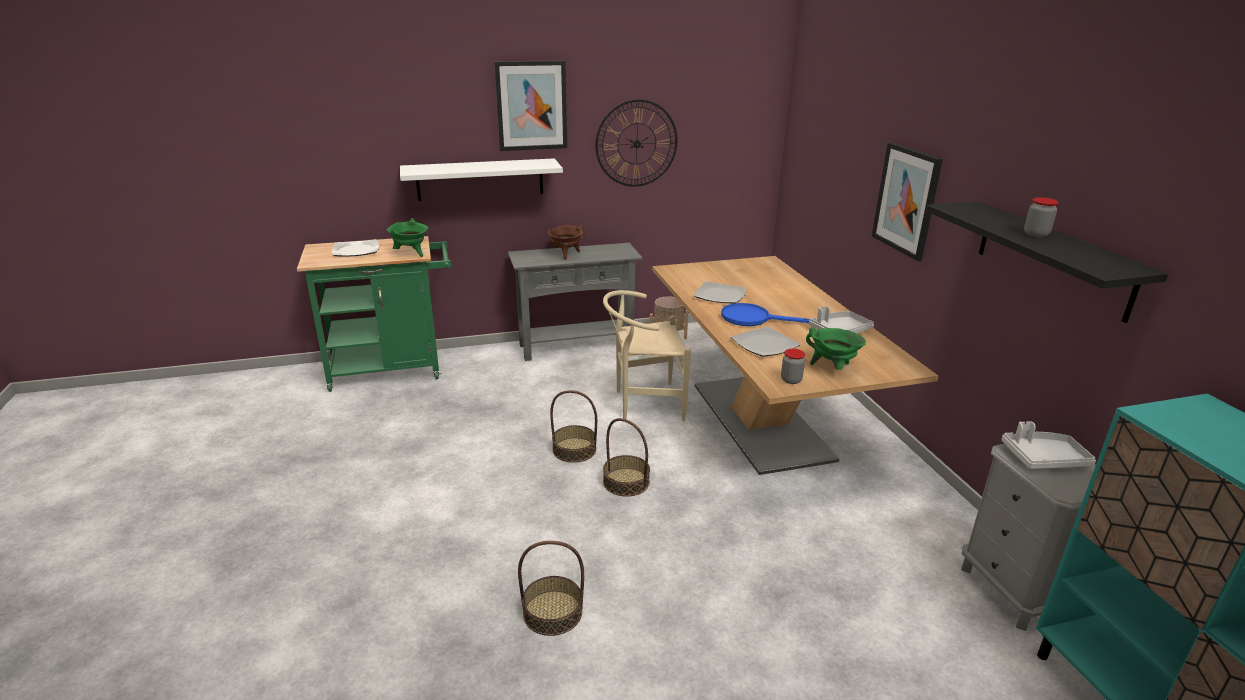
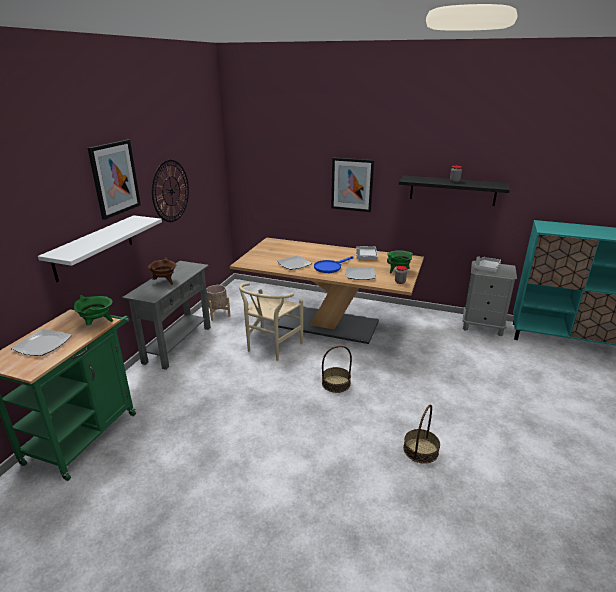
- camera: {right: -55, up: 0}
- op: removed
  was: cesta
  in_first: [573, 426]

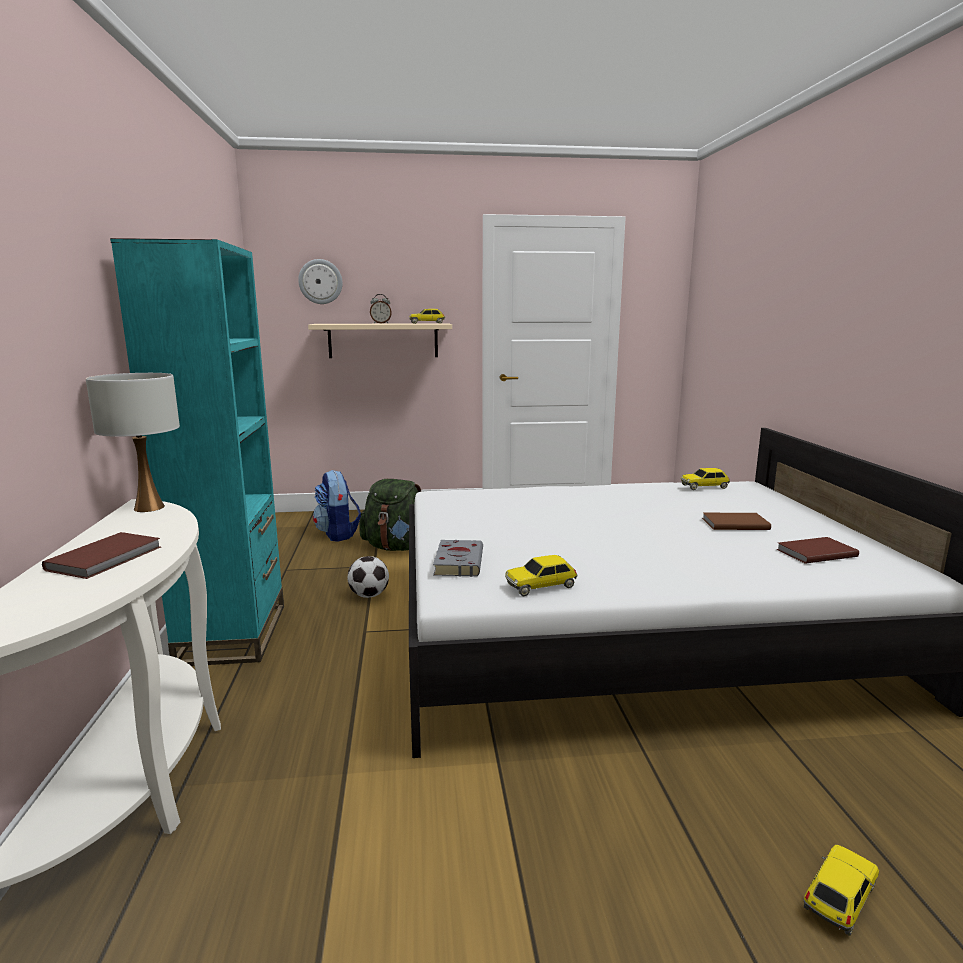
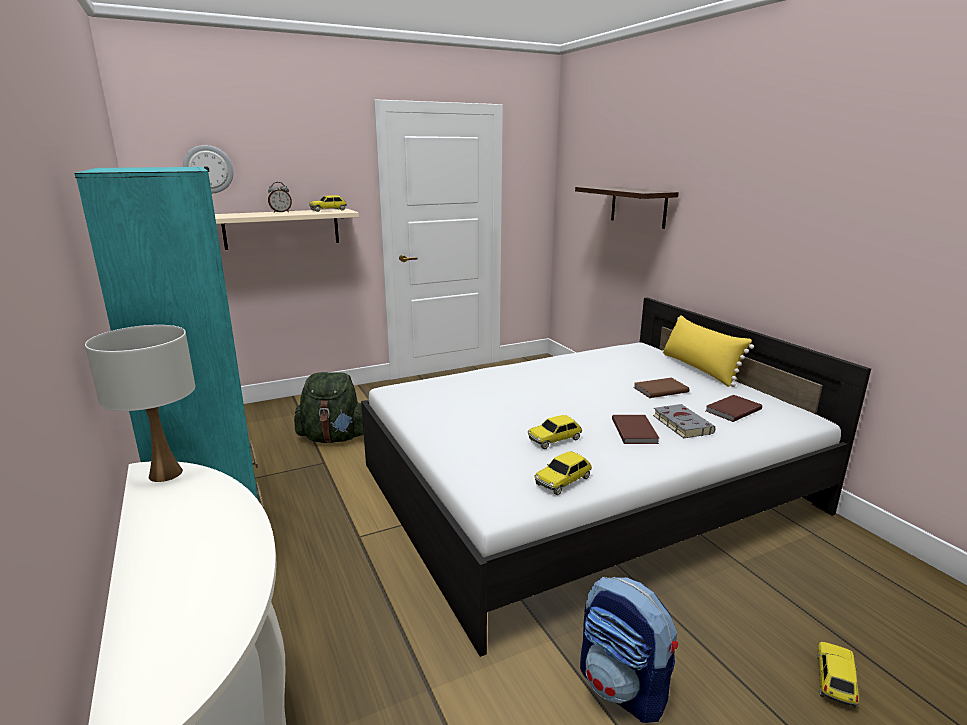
- camera: {right: -20, up: 5}
- op: moved
  was: coche de juguete
  in_first: [705, 479]
  in_second: [555, 432]
- op: moved
  was: mochila
  in_first: [337, 506]
  in_second: [629, 650]
- op: moved
  was: libro [marrón]
  in_first: [101, 555]
  in_second: [636, 429]
- op: moved
  was: libro [gris]
  in_first: [458, 558]
  in_second: [684, 421]
- op: removed
  was: balón de fútbol
  in_first: [368, 577]
- op: added
  now: estante
  in_second: [627, 207]
- op: added
  now: cojín [amarillo]
  in_second: [708, 351]

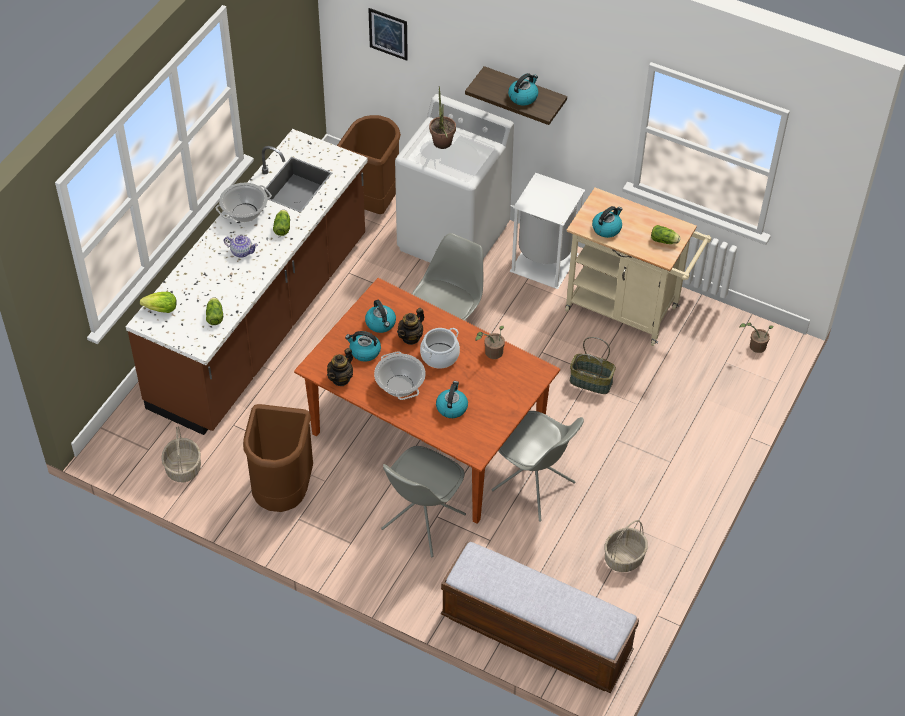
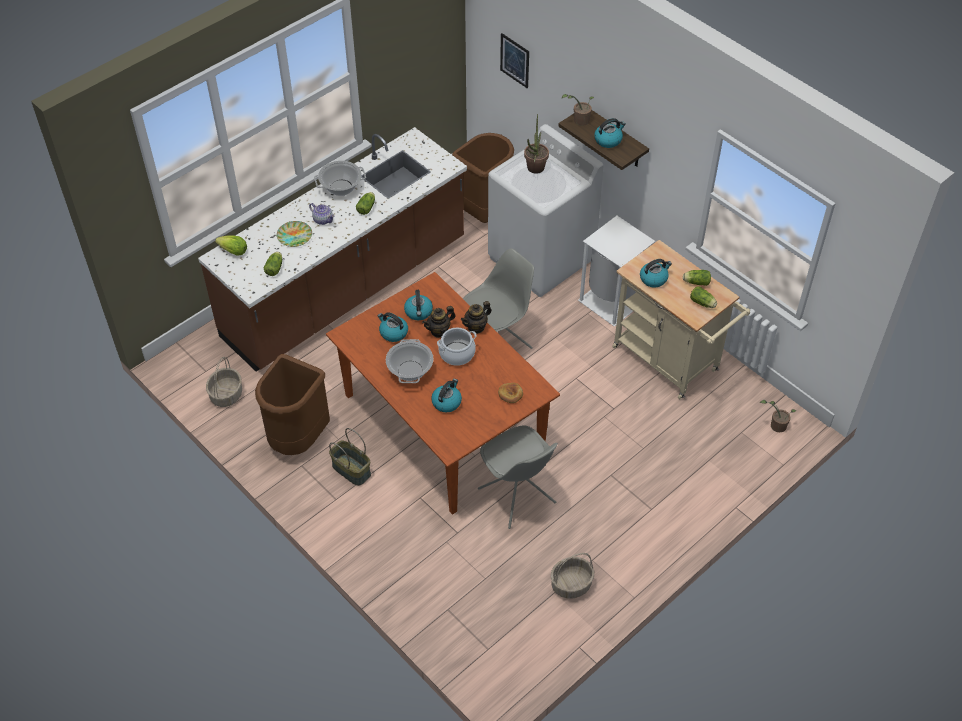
- camera: {right: 20, up: 0}
- op: moved
  was: planta en maceta
  in_first: [490, 342]
  in_second: [578, 110]
- op: moved
  was: cesta
  in_first: [593, 365]
  in_second: [350, 457]
- op: moved
  was: tetera
  in_first: [340, 367]
  in_second: [476, 317]
- op: removed
  was: silla [gris]
  in_first: [423, 501]
- op: removed
  was: banco
  in_first: [540, 617]
- op: added
  now: plato
  in_second: [294, 234]
- op: added
  now: lechuga
  in_second: [697, 278]
- op: added
  now: pan
  in_second: [510, 393]

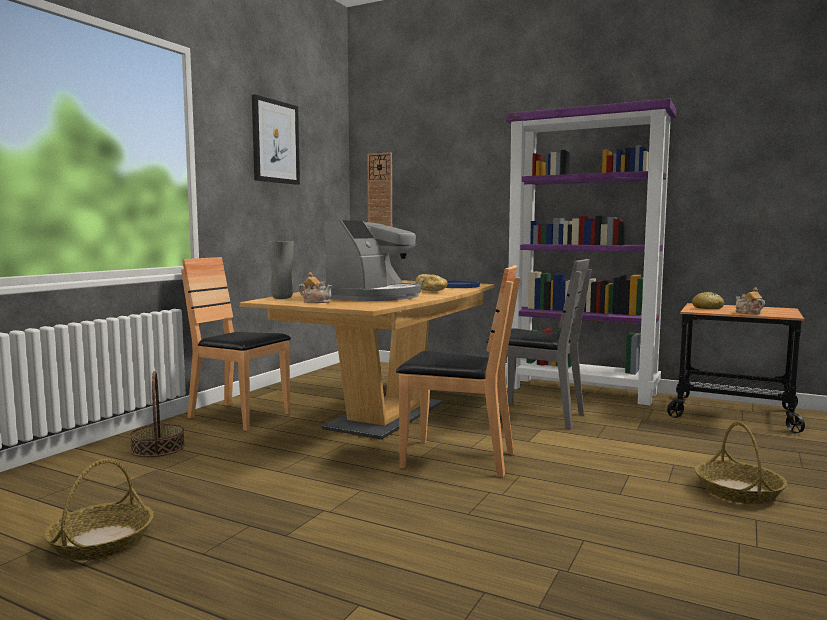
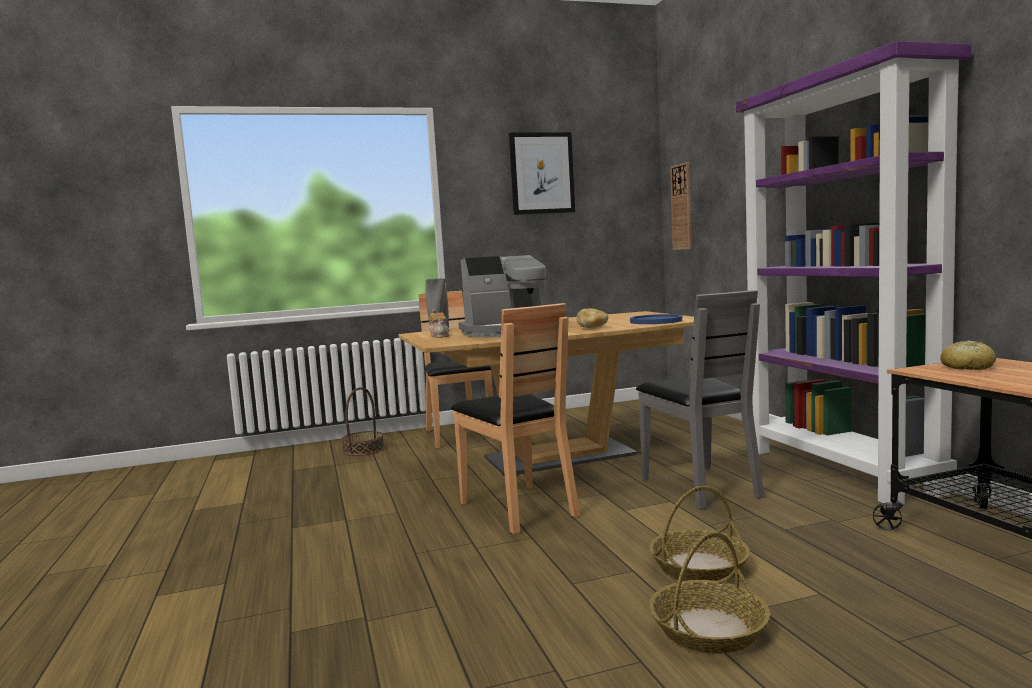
- camera: {right: 45, up: 0}
- op: removed
  was: tetera
  in_first: [750, 301]
- op: moved
  was: cesta
  in_first: [99, 509]
  in_second: [699, 533]

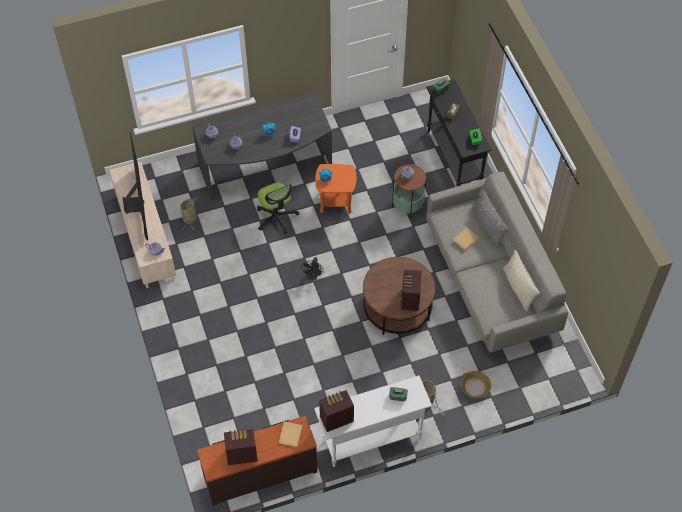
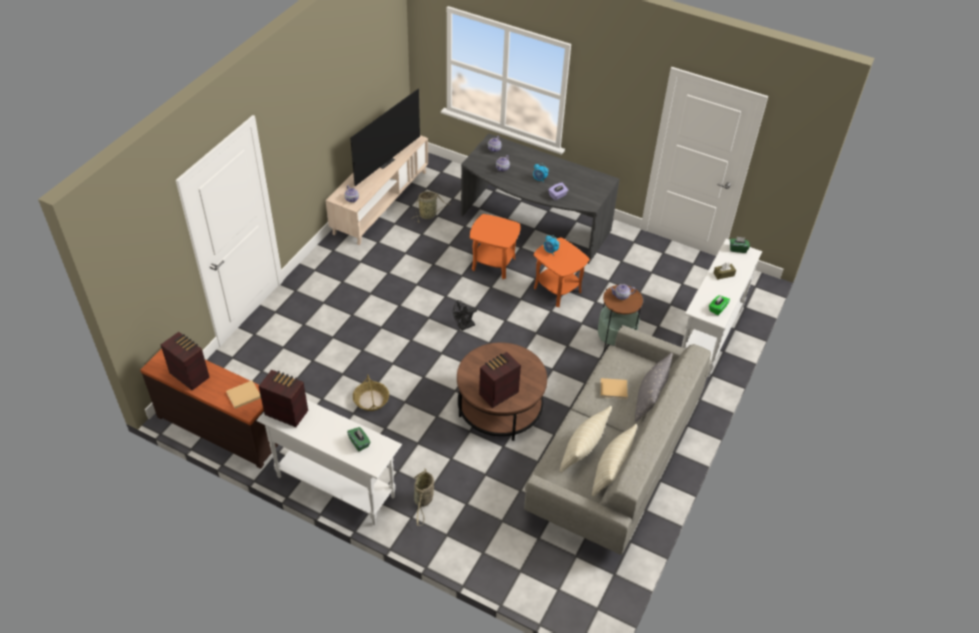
- camera: {right: 45, up: -10}
- op: recoloured
  was: mesa consola [negro]
  now: mesa consola [blanco]
  in_first: [458, 132]
  in_second: [722, 308]
- op: replaced
  was: silla de oficina
  now: mesa auxiliar [naranja]
  in_first: [278, 208]
  in_second: [495, 246]
- op: moved
  was: cesta
  in_first: [476, 384]
  in_second: [371, 392]
- op: added
  now: cojín [beis]
  in_second: [586, 439]

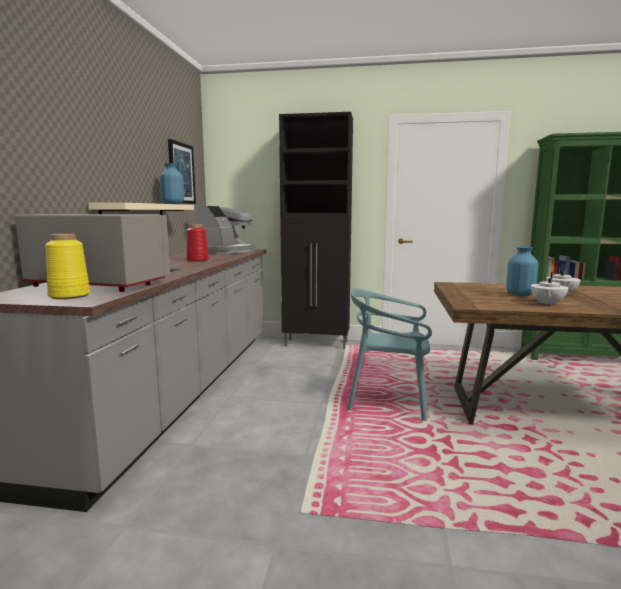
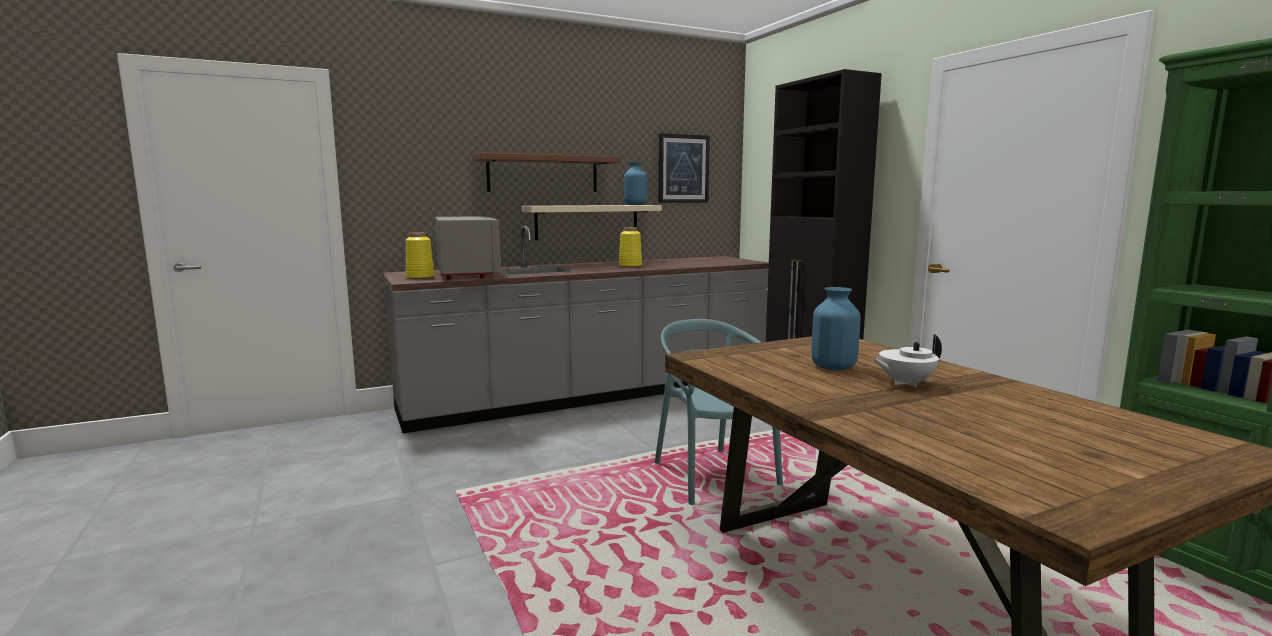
- camera: {right: 55, up: 0}
- op: removed
  was: cafetera
  in_first: [225, 230]
- op: recoloured
  was: florero [rojo]
  now: florero [amarillo]
  in_first: [197, 243]
  in_second: [630, 247]
- op: removed
  was: tetera [blanco]
  in_first: [549, 289]
- op: added
  now: estante [marrón]
  in_second: [546, 172]

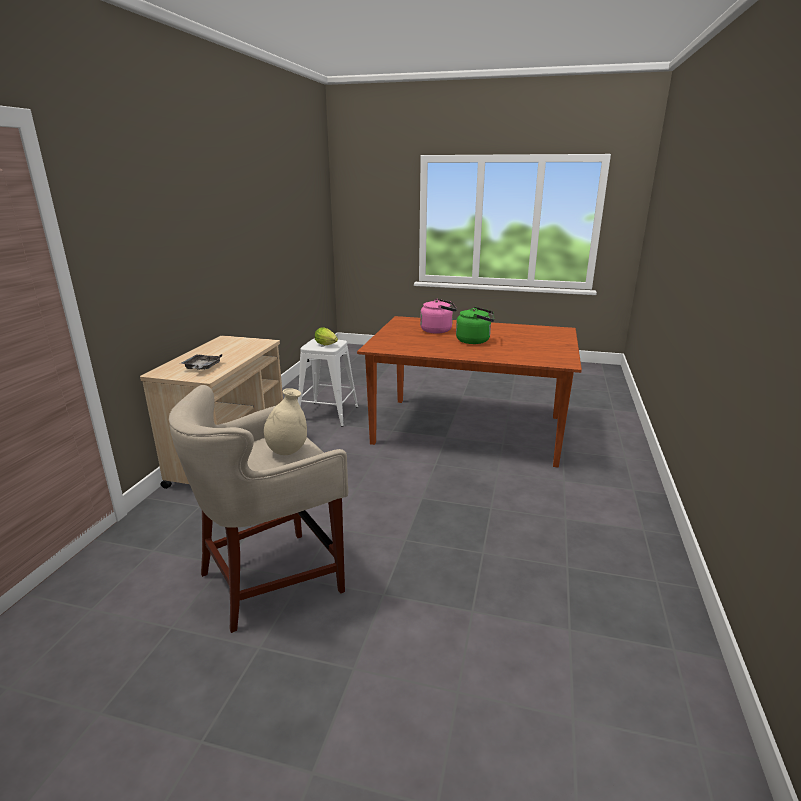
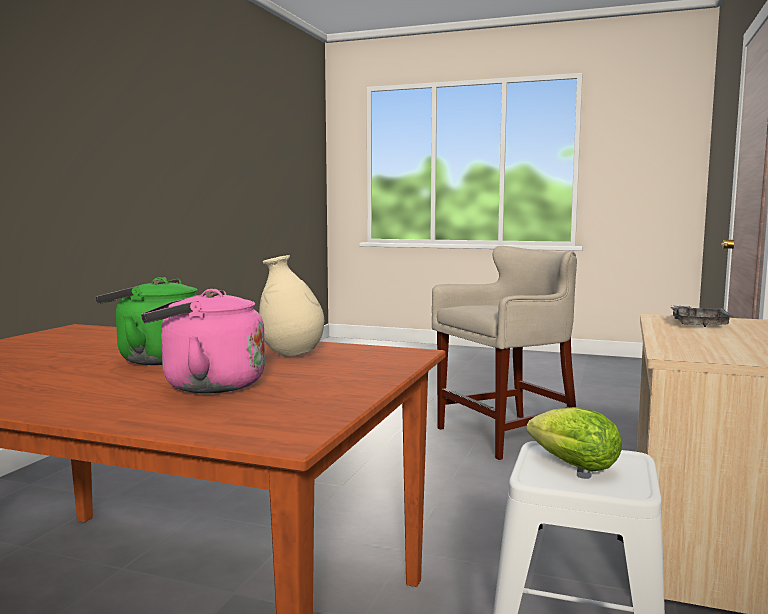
- camera: {right: -175, up: -15}
- op: moved
  was: florero [beis]
  in_first: [285, 421]
  in_second: [291, 306]

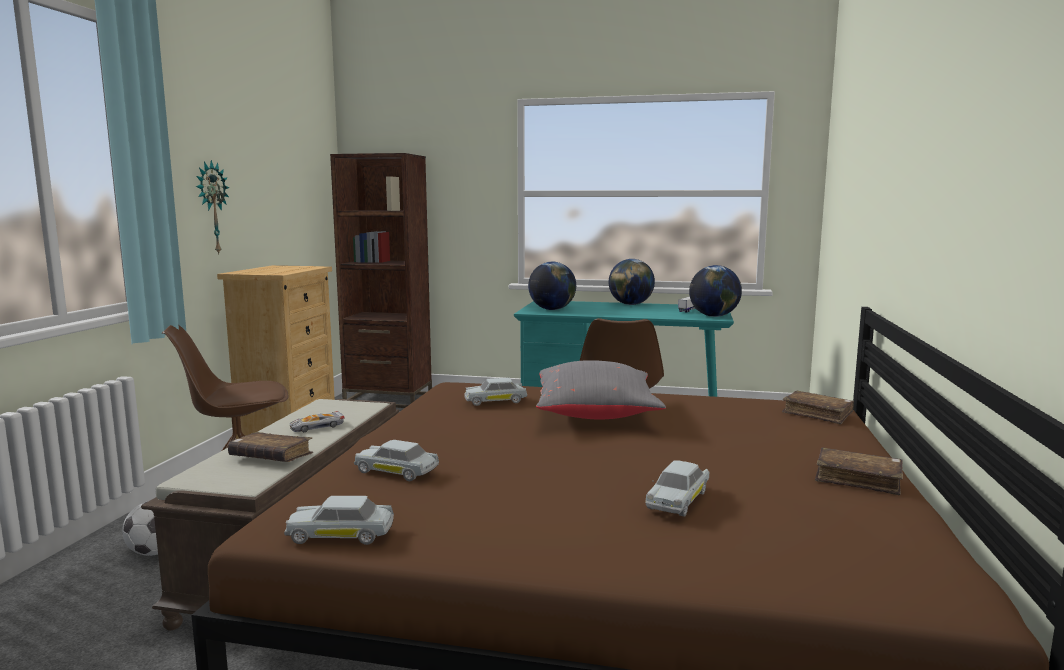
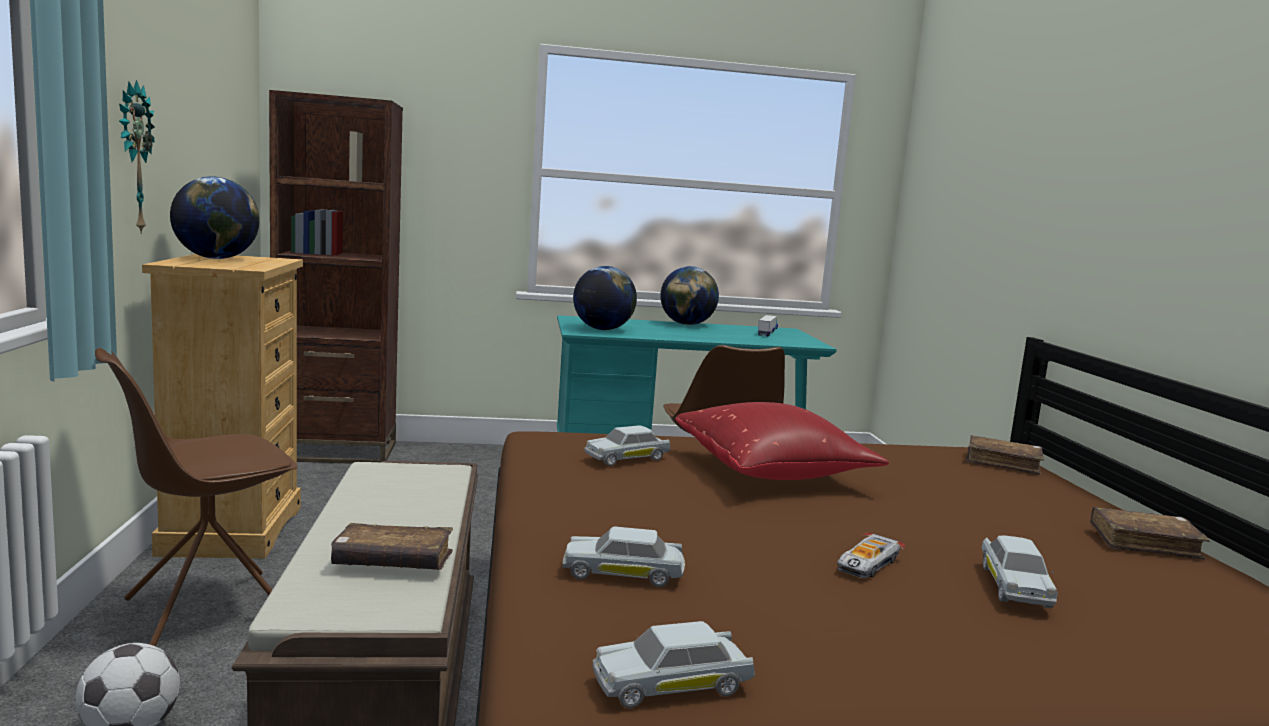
- camera: {right: -20, up: 0}
- op: moved
  was: globo terráqueo
  in_first: [715, 291]
  in_second: [215, 217]
- op: recoloured
  was: cojín [gris]
  now: cojín [rojo]
  in_first: [601, 389]
  in_second: [782, 441]
- op: moved
  was: coche de juguete
  in_first: [317, 422]
  in_second: [871, 555]

